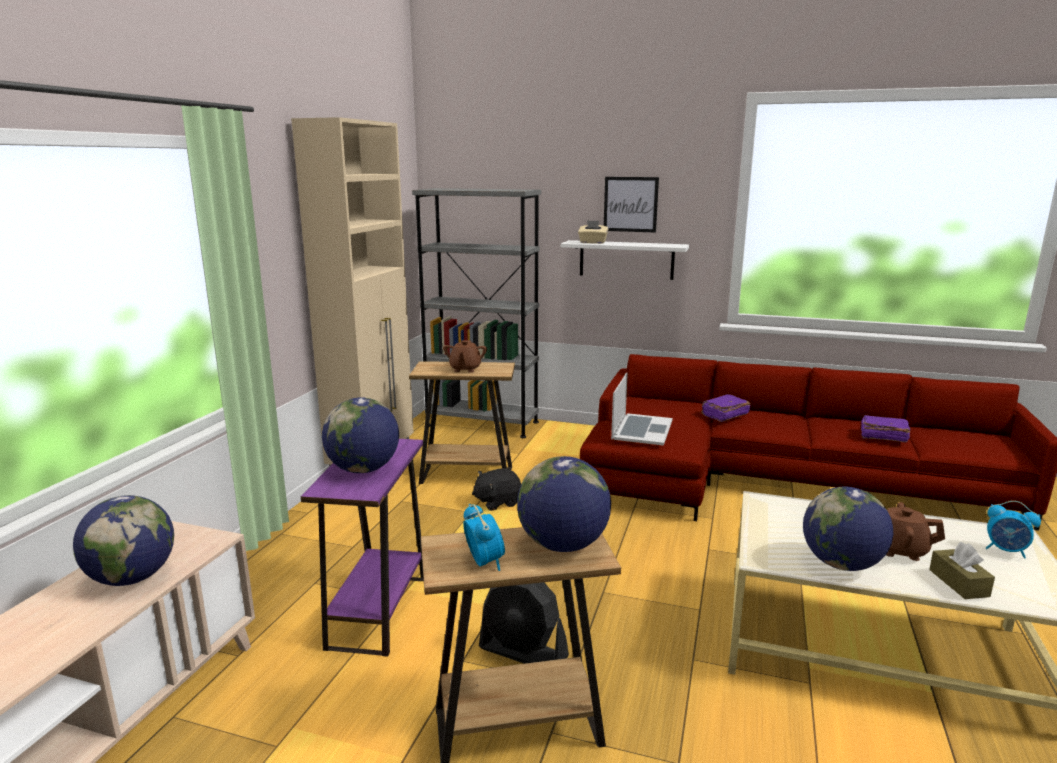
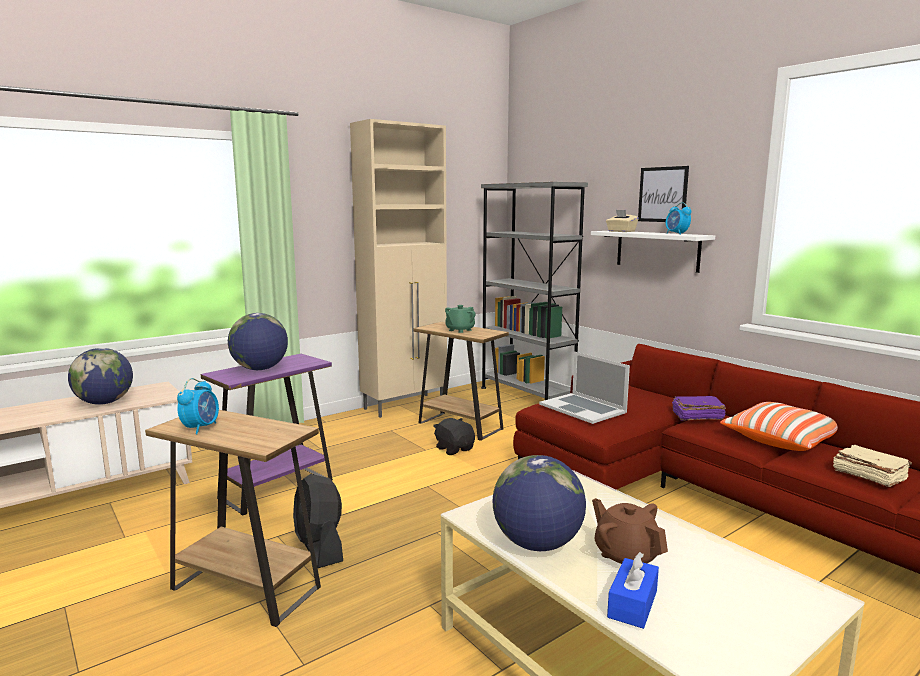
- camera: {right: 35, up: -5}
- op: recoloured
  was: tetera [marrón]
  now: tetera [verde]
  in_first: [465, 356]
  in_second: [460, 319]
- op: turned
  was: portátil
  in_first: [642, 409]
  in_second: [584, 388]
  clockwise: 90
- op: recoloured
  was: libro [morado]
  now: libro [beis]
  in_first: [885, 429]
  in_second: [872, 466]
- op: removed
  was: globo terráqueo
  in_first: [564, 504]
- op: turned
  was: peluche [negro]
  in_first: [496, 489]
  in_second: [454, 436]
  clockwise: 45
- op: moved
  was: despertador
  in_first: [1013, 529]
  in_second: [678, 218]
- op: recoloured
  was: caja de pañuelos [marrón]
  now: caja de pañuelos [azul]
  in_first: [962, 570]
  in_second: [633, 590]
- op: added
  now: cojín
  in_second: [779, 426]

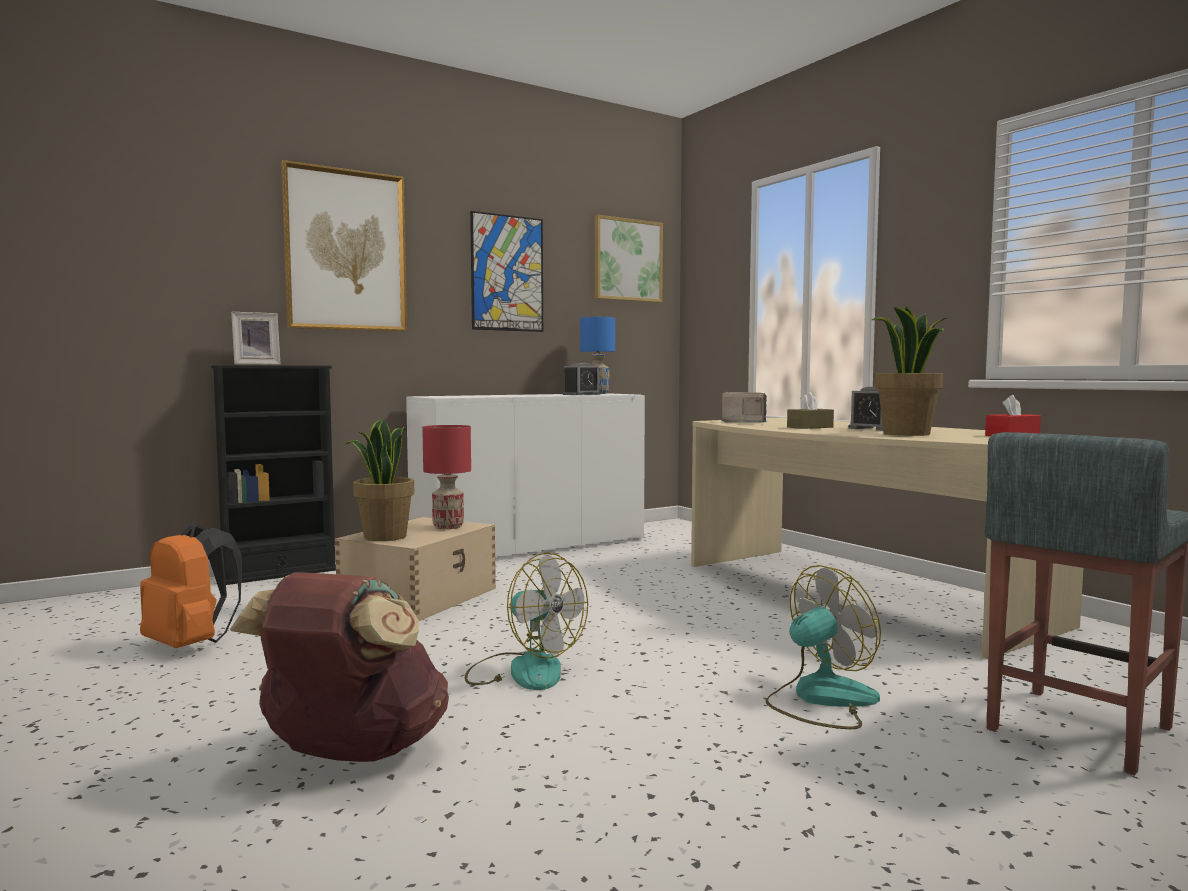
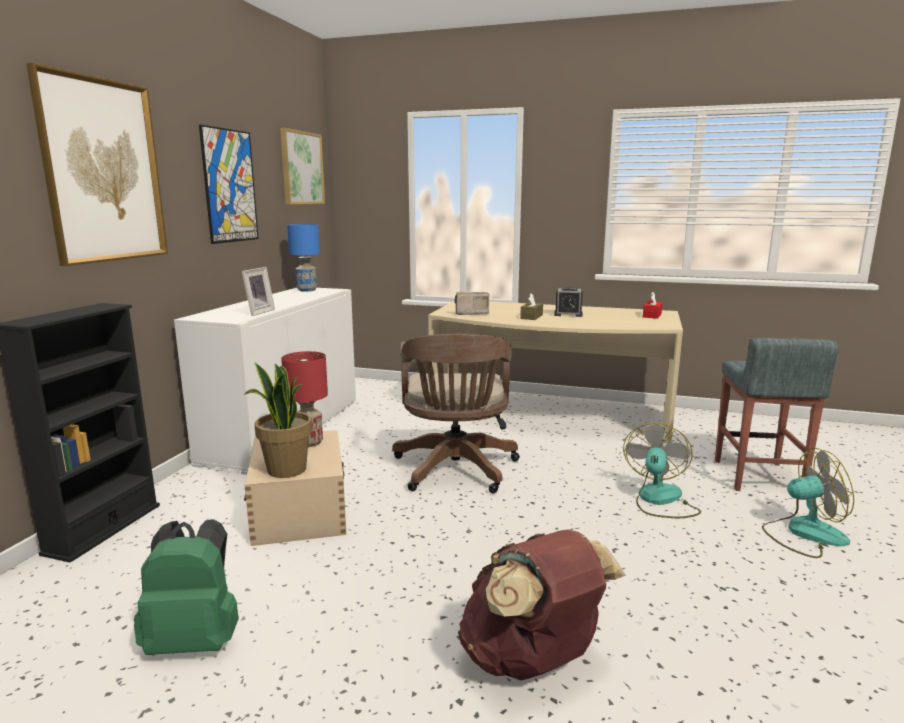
- camera: {right: -40, up: 10}
- op: removed
  was: planta en maceta
  in_first: [910, 371]
- op: moved
  was: portarretratos
  in_first: [256, 338]
  in_second: [258, 291]
- op: removed
  was: despertador
  in_first: [581, 379]
- op: recoloured
  was: mochila [naranja]
  now: mochila [verde]
  in_first: [191, 585]
  in_second: [186, 587]
- op: moved
  was: ventilador
  in_first: [526, 621]
  in_second: [808, 503]
- op: added
  now: silla de oficina [marrón]
  in_second: [456, 413]

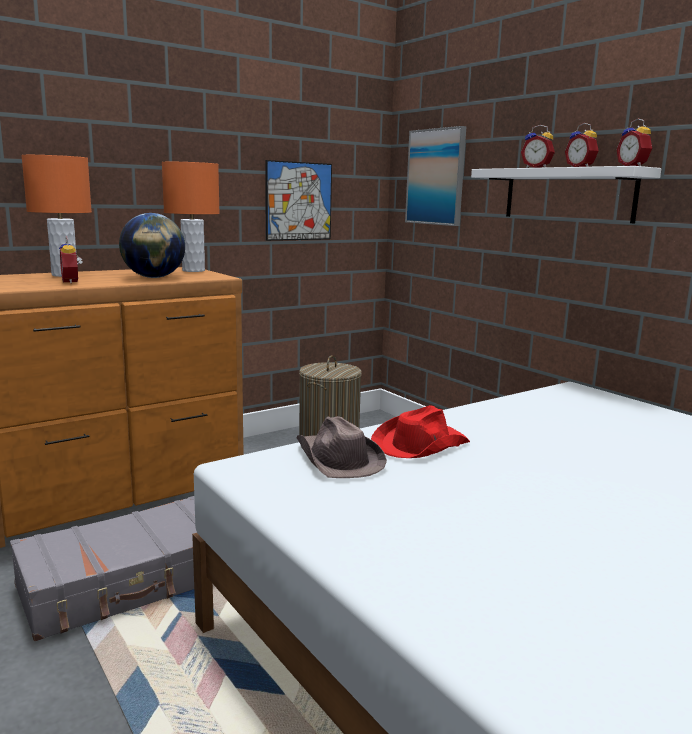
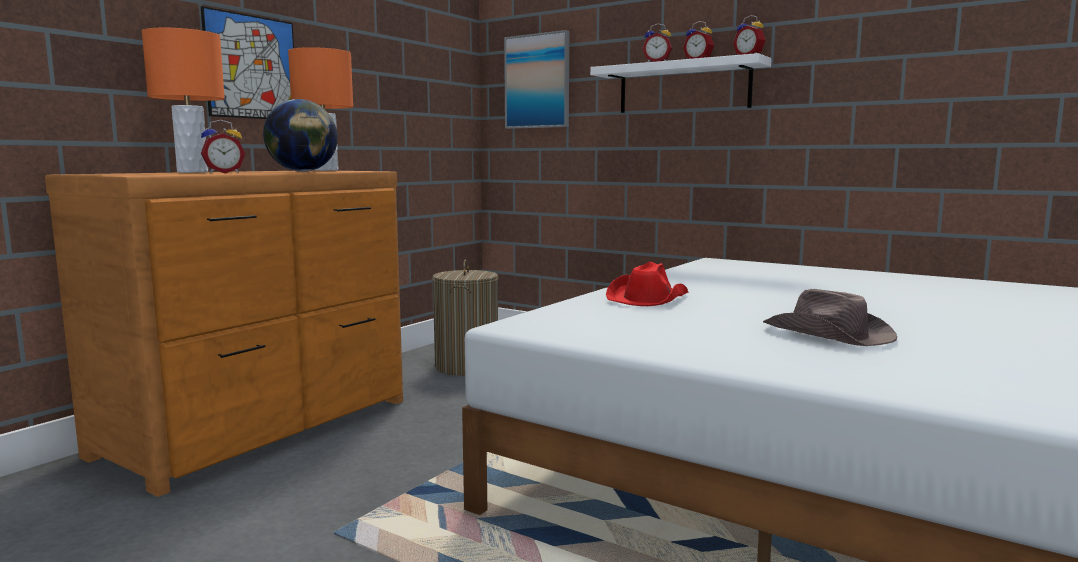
- camera: {right: -20, up: -5}
- op: moved
  was: cuadro
  in_first: [298, 200]
  in_second: [247, 62]
- op: turned
  was: despertador
  in_first: [70, 260]
  in_second: [223, 146]
  clockwise: -75
- op: moved
  was: sombrero [marrón]
  in_first: [341, 447]
  in_second: [830, 317]
- op: removed
  was: maleta [gris]
  in_first: [103, 568]

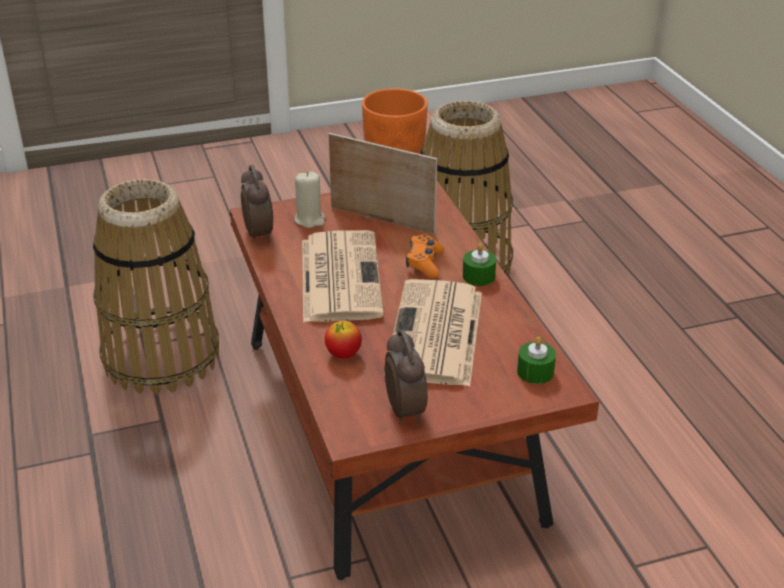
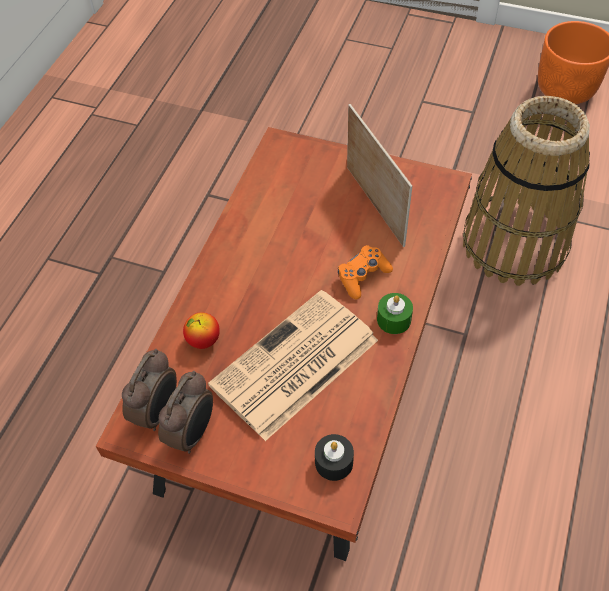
- camera: {right: 40, up: 20}
- op: moved
  was: despertador
  in_first: [257, 203]
  in_second: [149, 390]
- op: removed
  was: vela [beis]
  in_first: [310, 199]
- op: removed
  was: cesta
  in_first: [156, 286]
- op: removed
  was: periódico
  in_first: [343, 276]
- op: recoloured
  was: vela [verde]
  now: vela [negro]
  in_first: [536, 360]
  in_second: [334, 457]

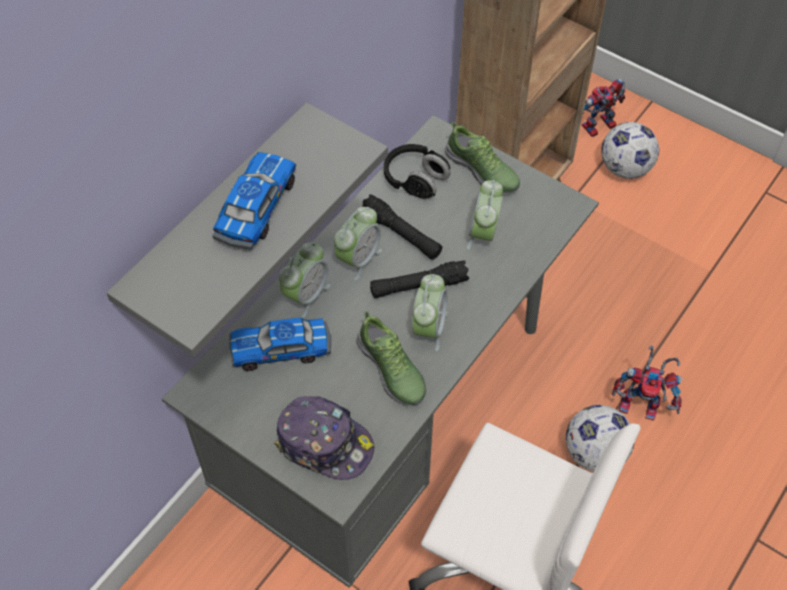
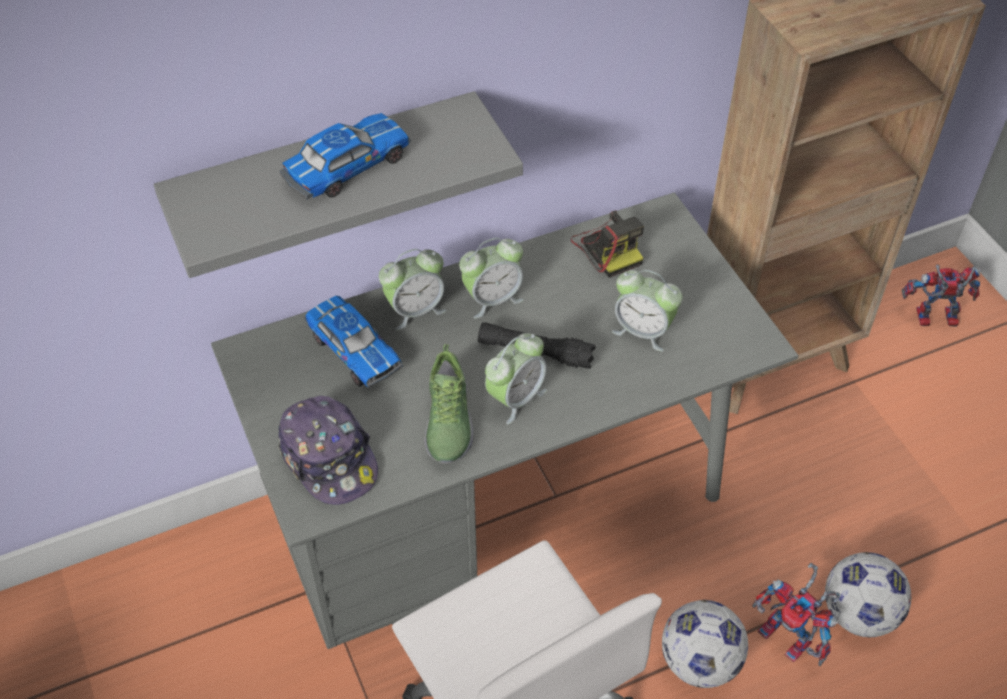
- camera: {right: 30, up: -5}
- op: removed
  was: zapato
  in_first: [482, 157]
- op: moved
  was: balón de fútbol
  in_first: [630, 150]
  in_second: [868, 594]
- op: replaced
  was: auriculares [negro]
  now: cámara
  in_first: [417, 171]
  in_second: [607, 244]
- op: turned
  was: despertador
  in_first: [485, 215]
  in_second: [647, 311]
  clockwise: -105
- op: removed
  was: linterna [negro]
  in_first: [402, 227]
- op: turned
  was: coche de juguete
  in_first: [280, 344]
  in_second: [353, 342]
  clockwise: -150

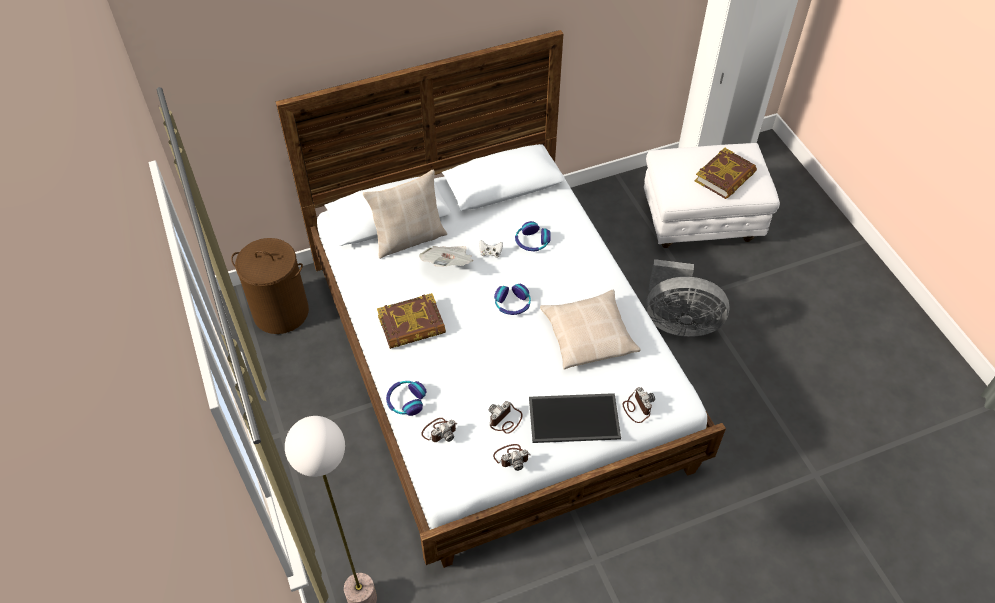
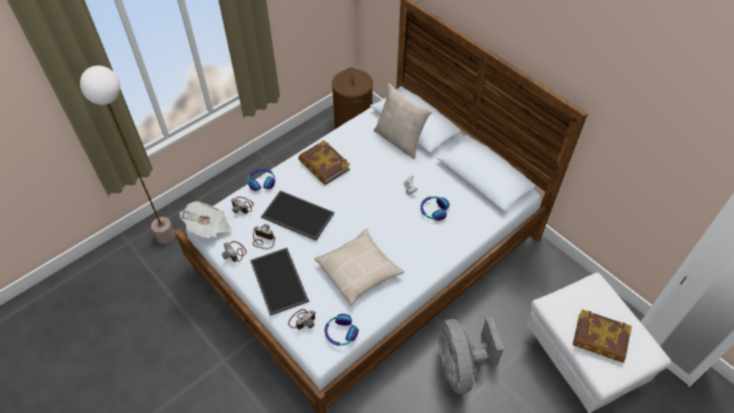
- camera: {right: 70, up: 0}
- op: moved
  was: periódico
  in_first: [446, 256]
  in_second: [206, 219]
- op: moved
  was: auriculares
  in_first: [512, 299]
  in_second: [342, 330]
- op: added
  now: bandeja
  in_second: [297, 216]

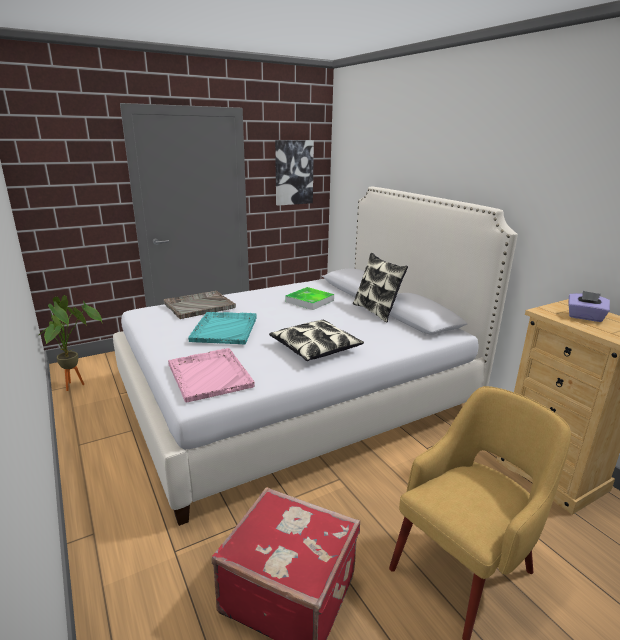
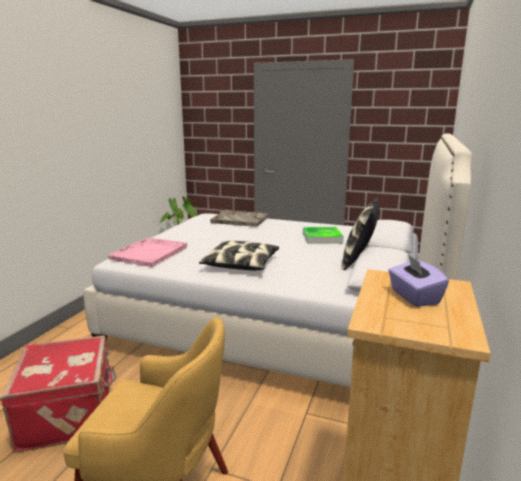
- camera: {right: 50, up: -5}
- op: removed
  was: cuadro
  in_first: [294, 173]
- op: removed
  was: bandeja [turquesa]
  in_first: [222, 328]

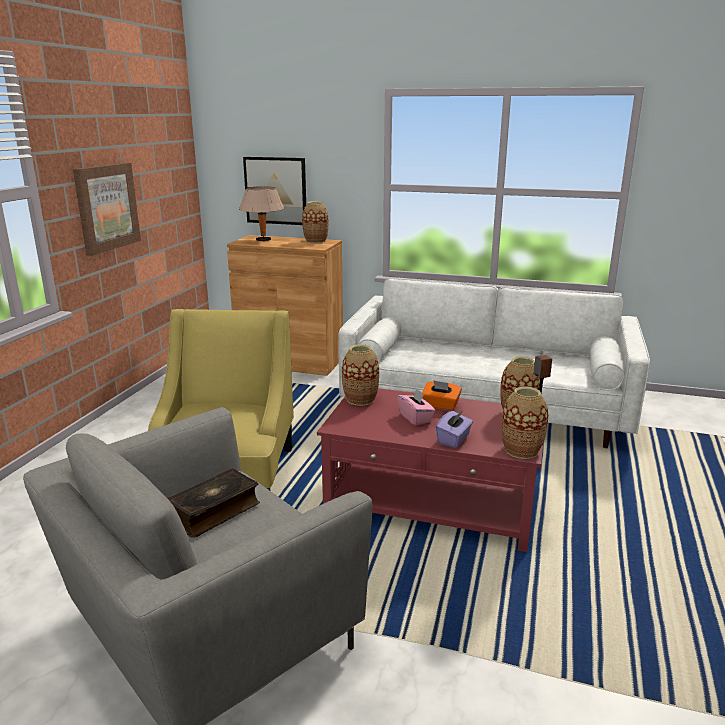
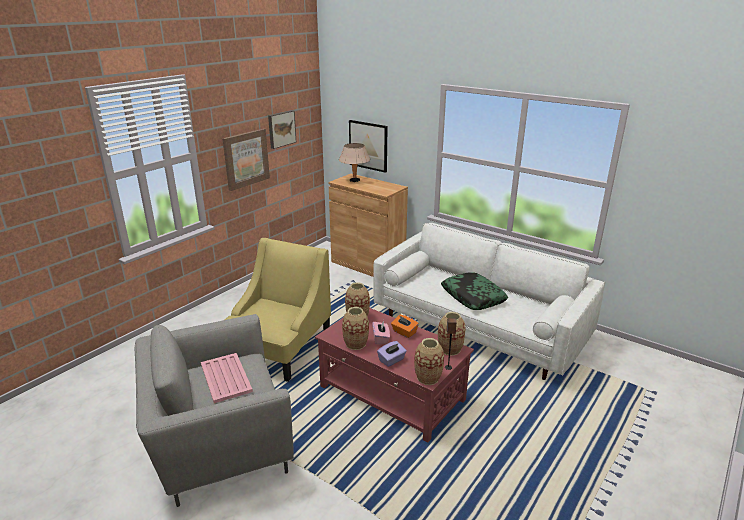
- camera: {right: 20, up: 5}
- op: moved
  was: florero
  in_first: [315, 222]
  in_second: [355, 328]
- op: replaced
  was: libro
  now: bandeja [rosa]
  in_first: [213, 503]
  in_second: [227, 378]
- op: added
  now: cuadro
  in_second: [282, 129]
- op: added
  now: cojín
  in_second: [474, 291]

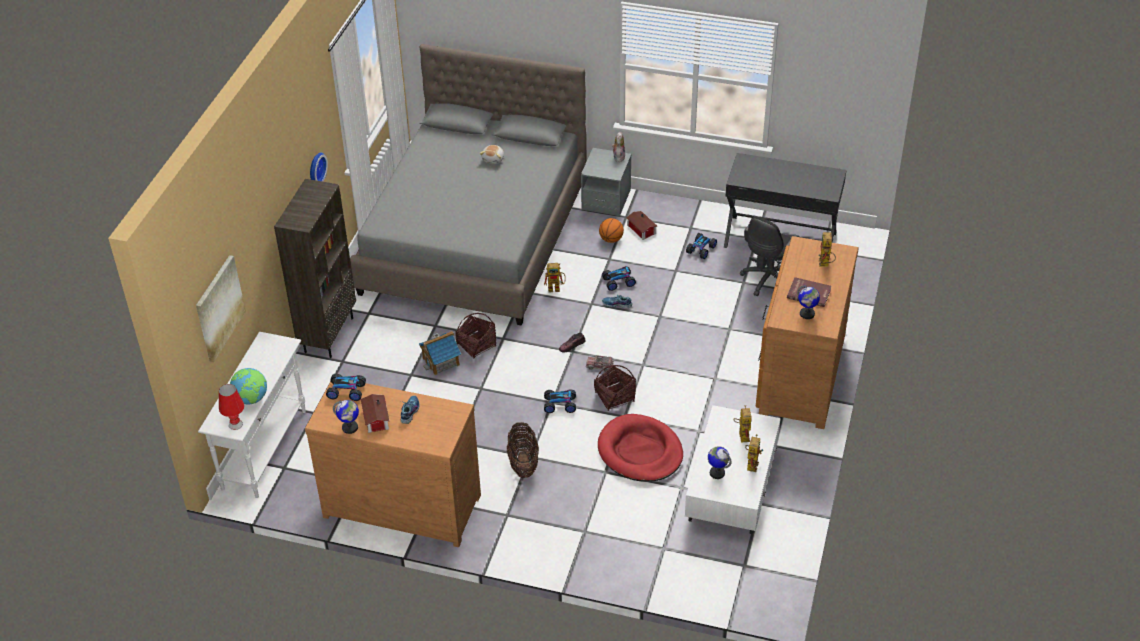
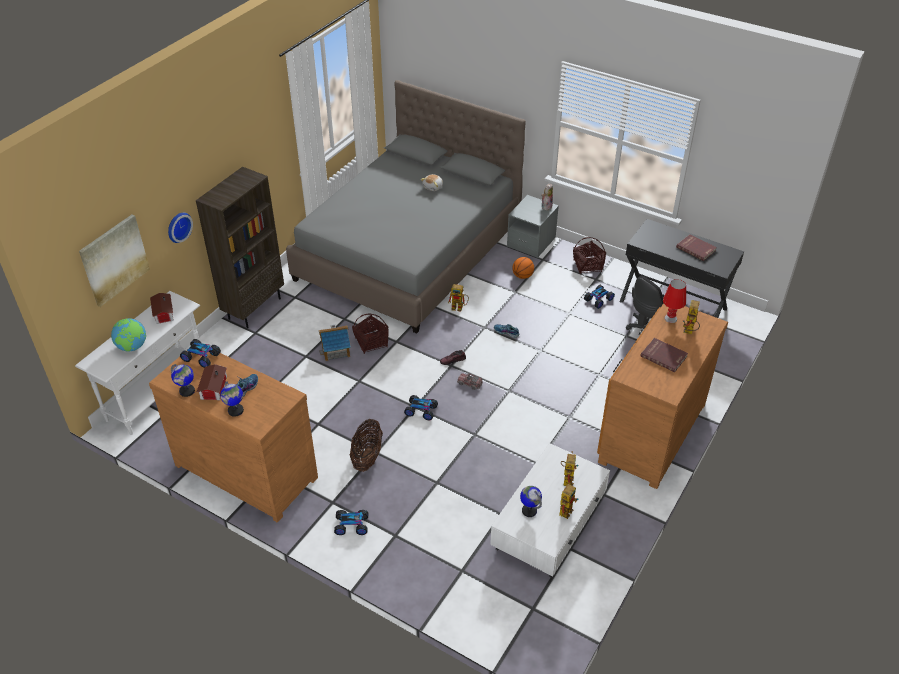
- camera: {right: 15, up: 0}
- op: moved
  was: reloj de pared
  in_first: [319, 167]
  in_second: [180, 228]
- op: moved
  was: casita
  in_first: [642, 225]
  in_second: [162, 308]
- op: moved
  was: coche de juguete
  in_first: [619, 278]
  in_second: [351, 522]
- op: moved
  was: globo terráqueo
  in_first: [808, 302]
  in_second: [232, 399]
- op: moved
  was: cesta
  in_first: [615, 387]
  in_second: [589, 255]
- op: moved
  was: lámpara de mesa [rojo]
  in_first: [231, 407]
  in_second: [674, 301]
- op: removed
  was: cama para perro [rojo]
  in_first: [640, 448]
- op: added
  now: libro [rojo]
  in_second: [696, 247]

